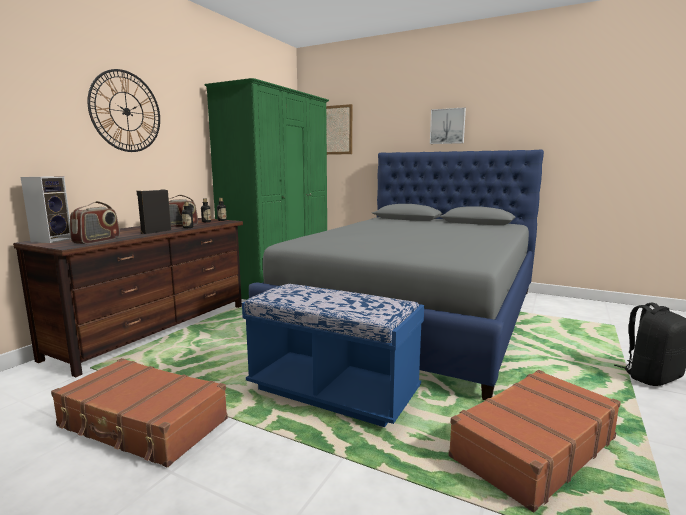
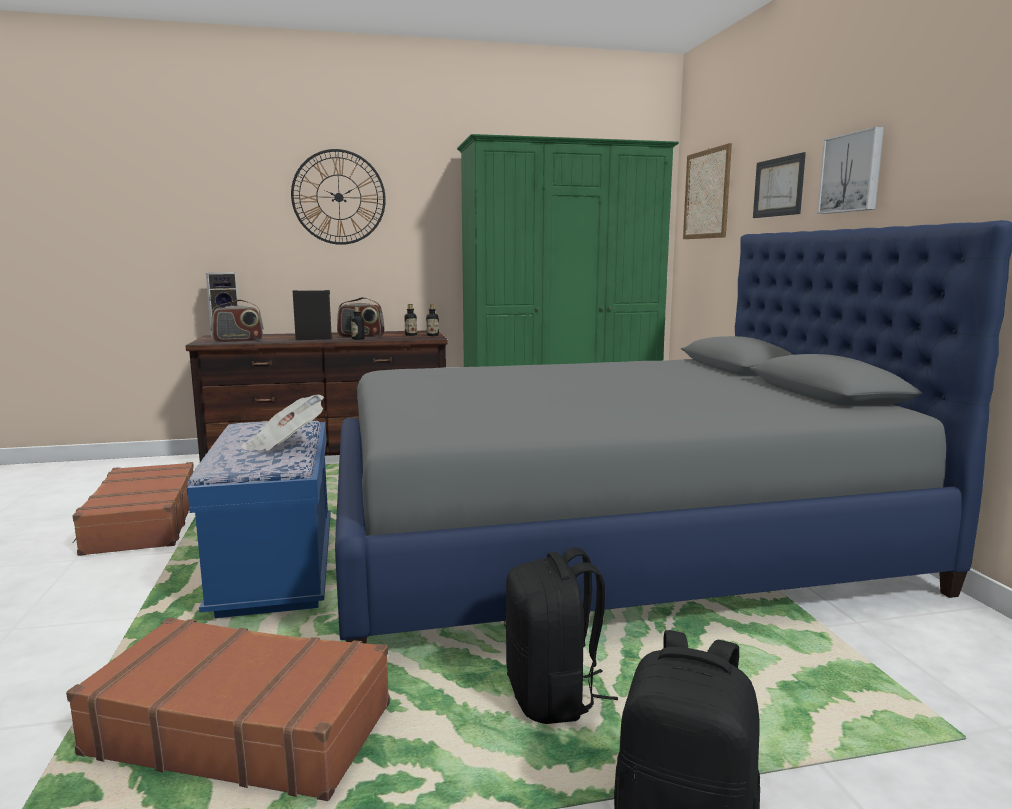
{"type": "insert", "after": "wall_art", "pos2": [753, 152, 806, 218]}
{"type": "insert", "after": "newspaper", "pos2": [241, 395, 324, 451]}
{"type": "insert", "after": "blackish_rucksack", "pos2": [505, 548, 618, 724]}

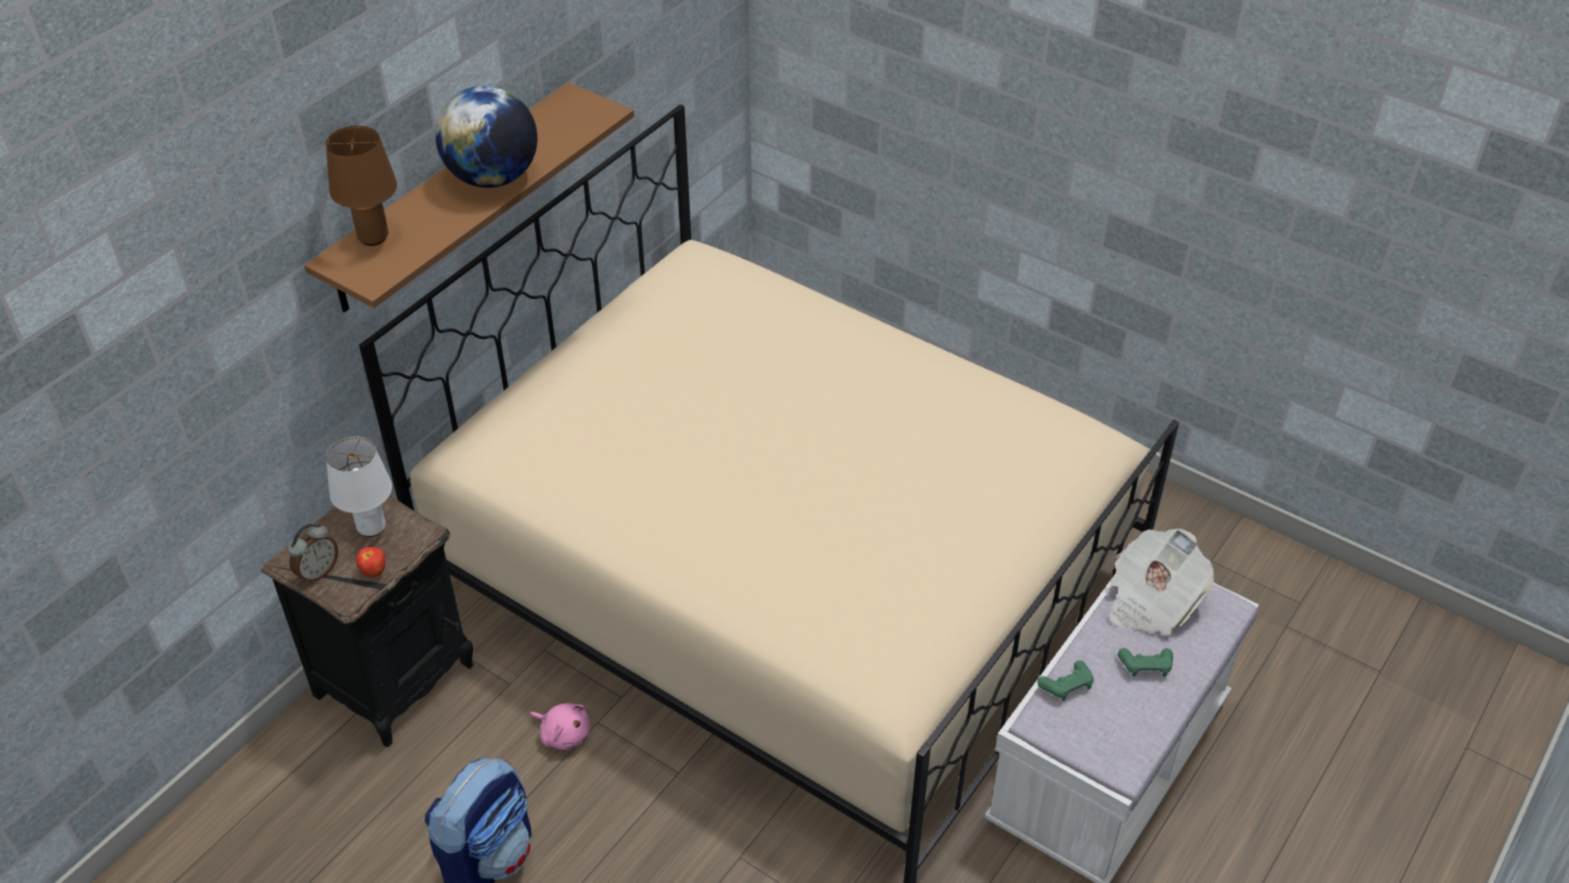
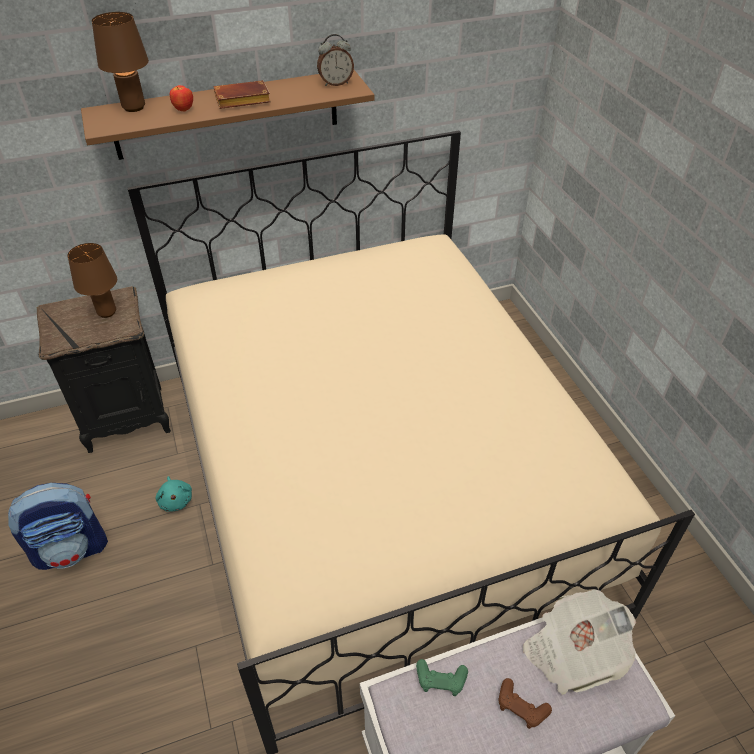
{"type": "replace", "before": "desk_globe", "after": "brown_volume", "pos1": [435, 86, 538, 188], "pos2": [214, 80, 271, 109]}
{"type": "recolor", "before": "white-coloured_lamp_for_a_table", "after": "brown_lamp_for_a_table", "pos1": [326, 436, 392, 537], "pos2": [67, 243, 117, 318]}
{"type": "move", "before": "alarm_clock", "pos1": [288, 524, 338, 584], "pos2": [317, 34, 354, 86]}
{"type": "move", "before": "whole_apple", "pos1": [356, 547, 386, 577], "pos2": [170, 85, 193, 111]}
{"type": "recolor", "before": "green_game_controller", "after": "brown_game_controller", "pos1": [1118, 648, 1173, 677], "pos2": [499, 678, 552, 729]}
{"type": "recolor", "before": "pinkish_cuddly_toy", "after": "blue-green_cuddly_toy", "pos1": [530, 703, 590, 750], "pos2": [156, 476, 192, 512]}

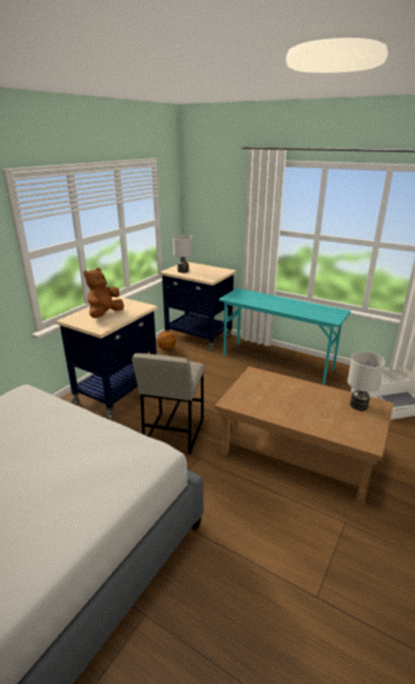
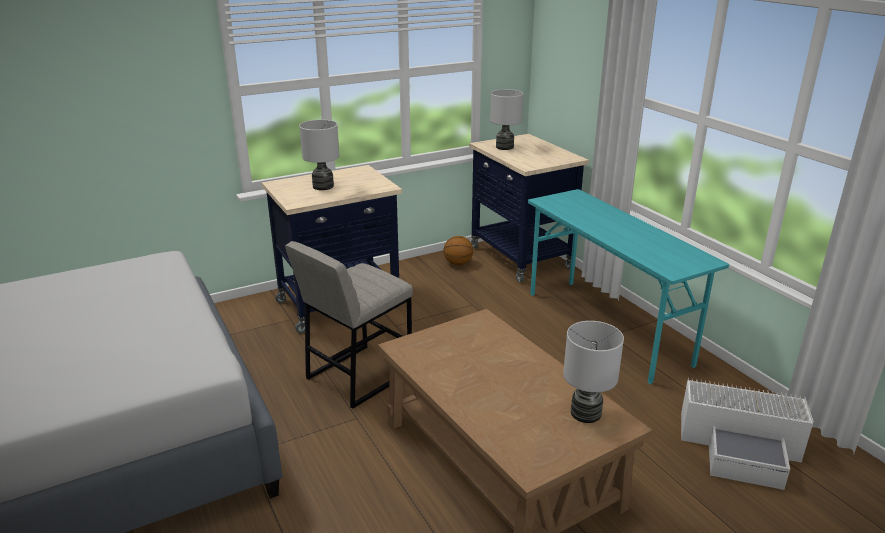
{"type": "replace", "before": "brown_cuddly_toy", "after": "greyish_lamp_for_a_table", "pos1": [83, 268, 124, 318], "pos2": [299, 120, 340, 190]}

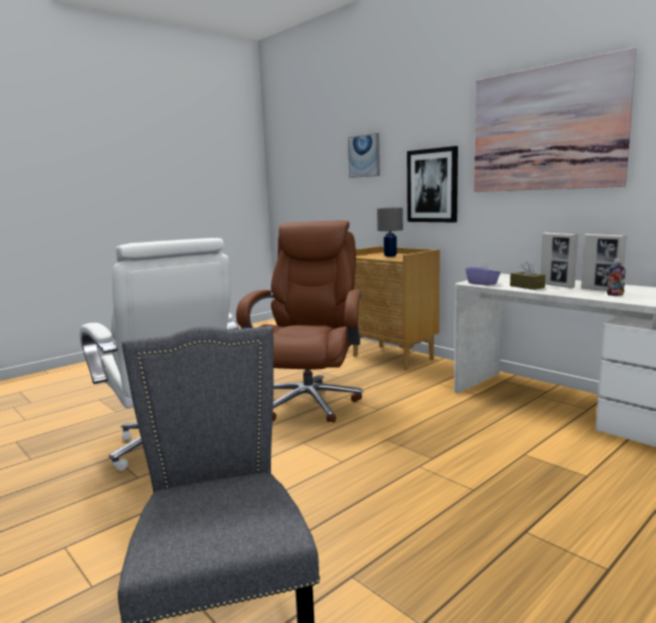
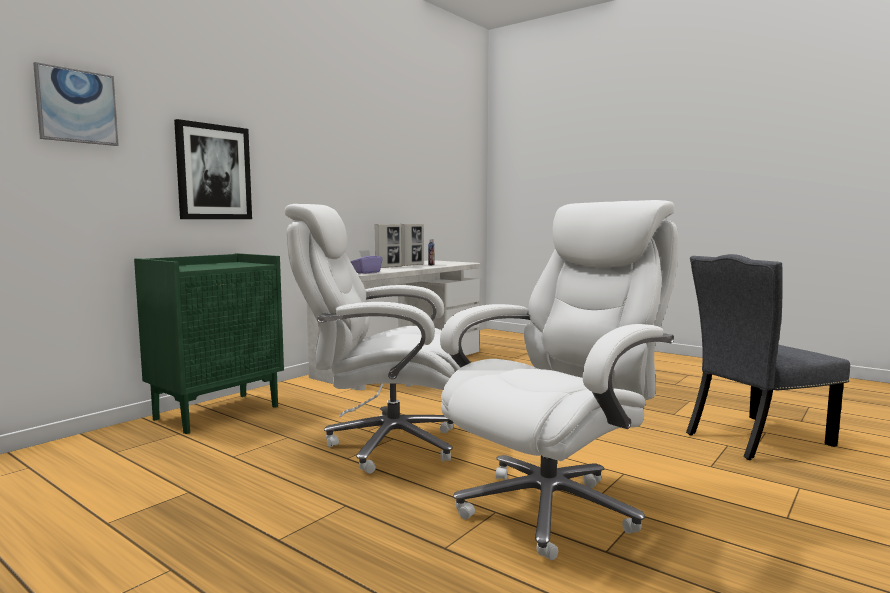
{"type": "delete", "before": "wall_art", "pos1": [474, 47, 637, 192]}
{"type": "delete", "before": "greyish_lamp_for_a_table", "pos1": [377, 207, 403, 256]}
{"type": "recolor", "before": "brown_computer_chair", "after": "white-coloured_computer_chair", "pos1": [236, 220, 363, 423], "pos2": [285, 204, 461, 474]}
{"type": "recolor", "before": "brown_storage_cabinet", "after": "green_storage_cabinet", "pos1": [353, 246, 440, 370], "pos2": [134, 253, 284, 434]}
{"type": "delete", "before": "brown_tissue_holder", "pos1": [510, 261, 545, 290]}

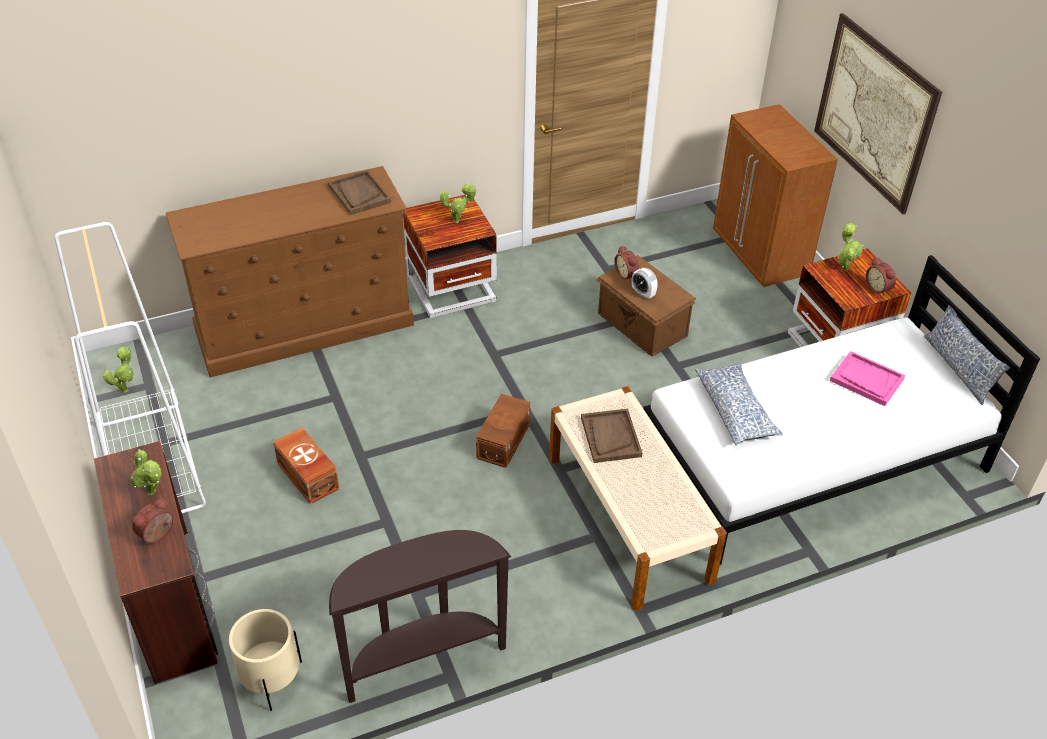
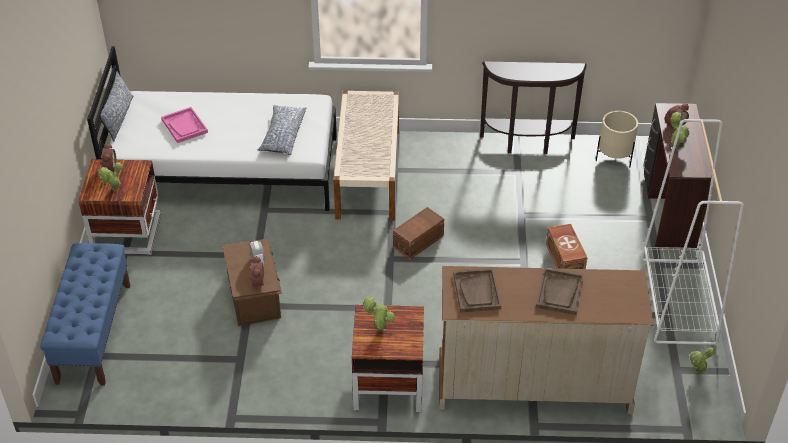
{"type": "delete", "before": "wall_art", "pos1": [814, 13, 942, 214]}
{"type": "replace", "before": "brown_storage_cabinet", "after": "blue-coloured_bench", "pos1": [713, 104, 838, 287], "pos2": [40, 243, 130, 386]}
{"type": "move", "before": "brown_tray", "pos1": [581, 409, 642, 463], "pos2": [536, 268, 584, 315]}

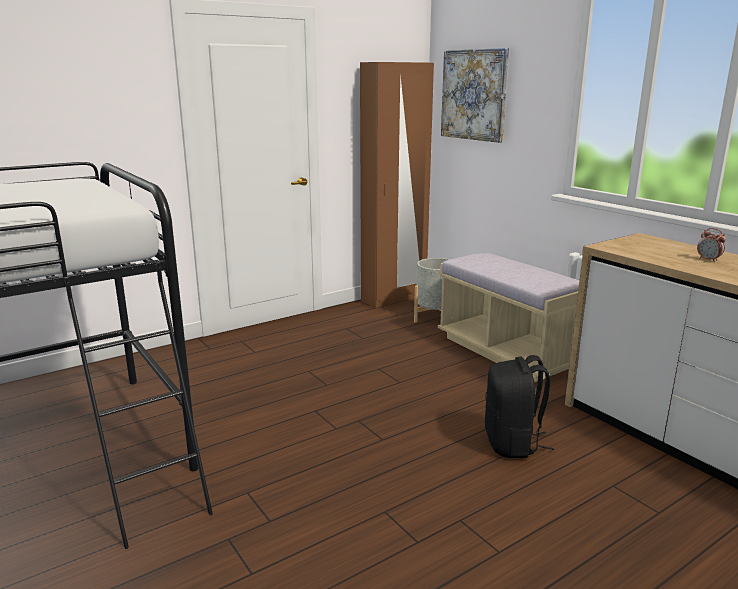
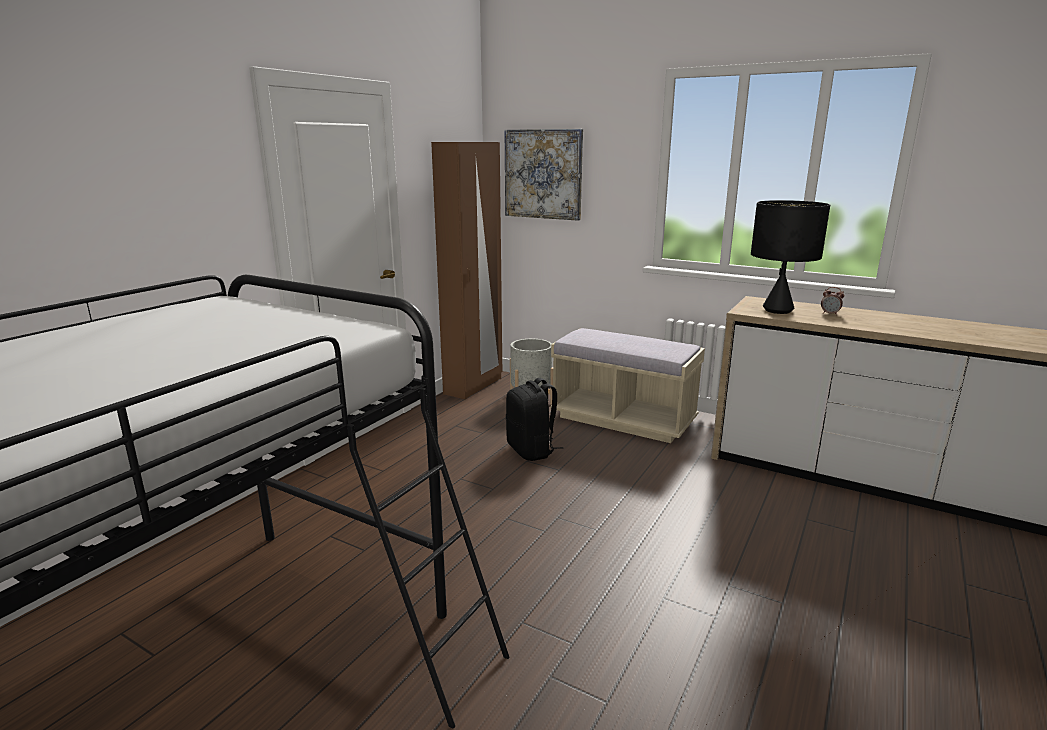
{"type": "move", "before": "blackish_rucksack", "pos1": [485, 355, 554, 458], "pos2": [506, 378, 563, 461]}
{"type": "insert", "after": "blackish_lamp_for_a_table", "pos2": [751, 200, 830, 314]}

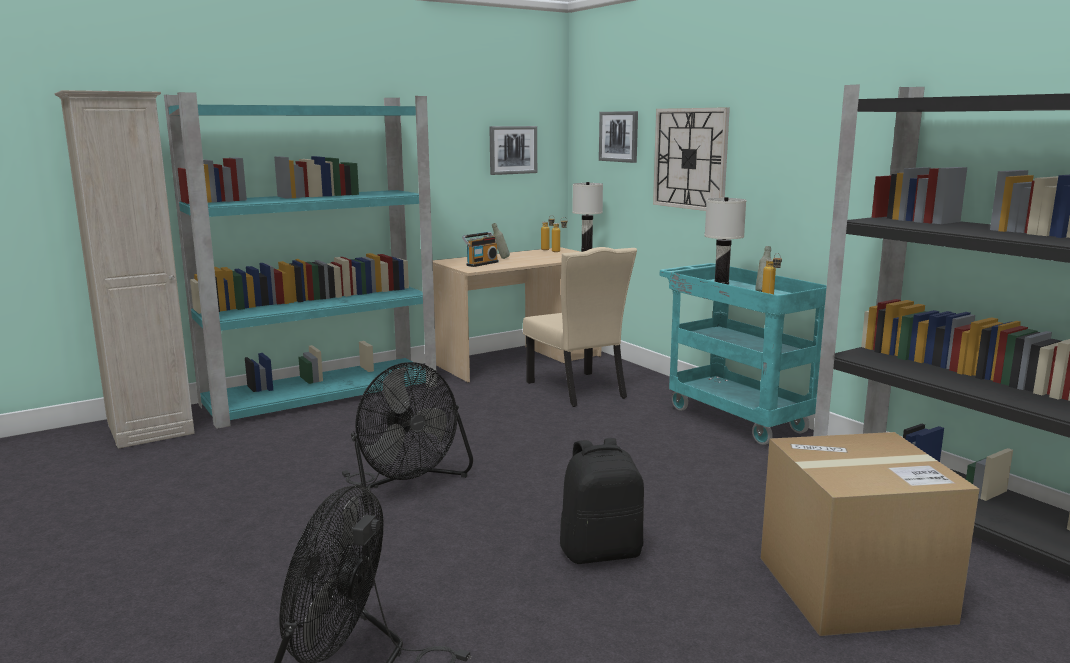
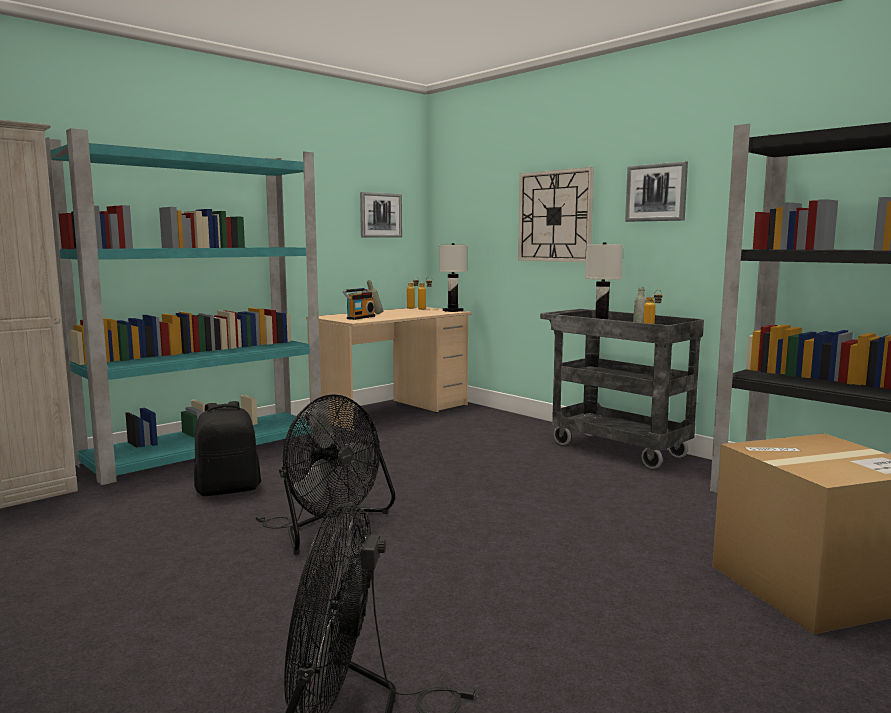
{"type": "move", "before": "wall_art", "pos1": [599, 111, 638, 163], "pos2": [625, 161, 688, 222]}
{"type": "delete", "before": "beige-coloured_plain_chair", "pos1": [523, 247, 637, 407]}
{"type": "recolor", "before": "blue-green_trolley", "after": "blackish_trolley", "pos1": [660, 263, 827, 445], "pos2": [540, 309, 704, 469]}
{"type": "move", "before": "blackish_rucksack", "pos1": [560, 438, 644, 564], "pos2": [194, 401, 261, 496]}

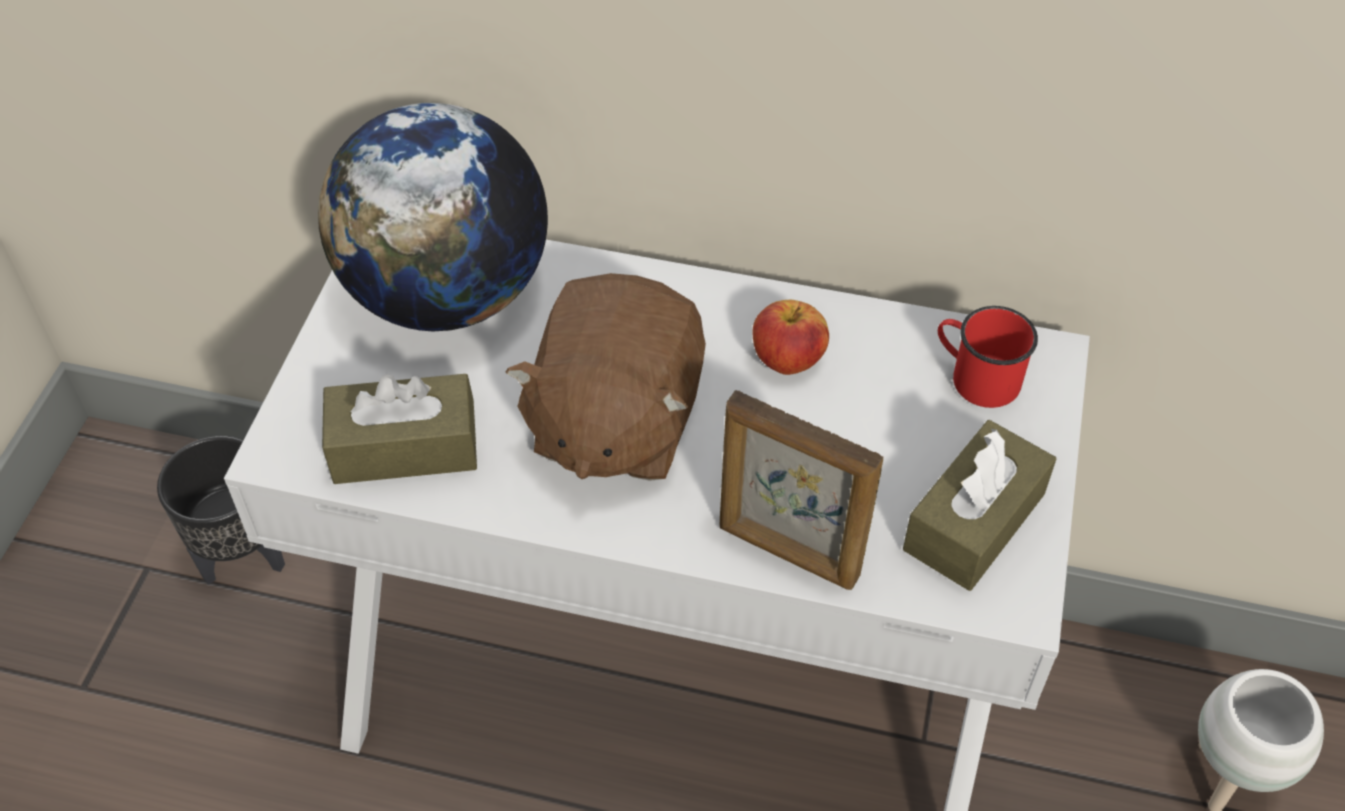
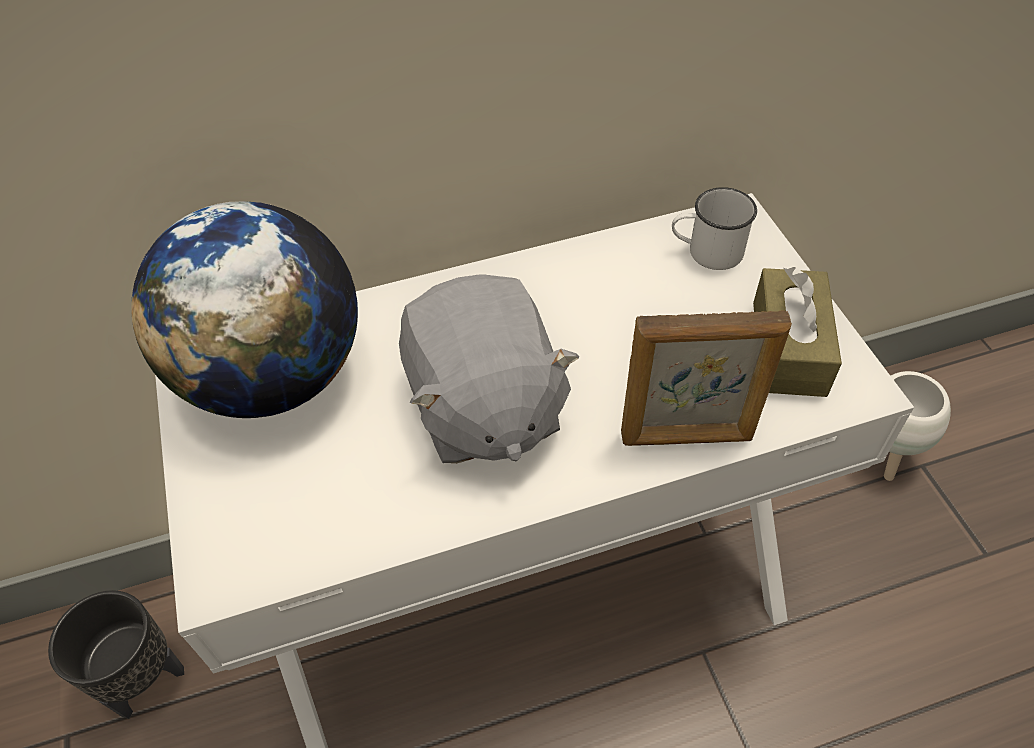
{"type": "recolor", "before": "brown_cuddly_toy", "after": "greyish_cuddly_toy", "pos1": [505, 273, 706, 481], "pos2": [399, 274, 579, 463]}
{"type": "delete", "before": "whole_apple", "pos1": [752, 300, 829, 375]}
{"type": "recolor", "before": "red-coloured_coffee_mug", "after": "white-coloured_coffee_mug", "pos1": [938, 306, 1038, 408], "pos2": [672, 187, 757, 270]}
{"type": "delete", "before": "brown_tissue_holder", "pos1": [322, 374, 477, 484]}

